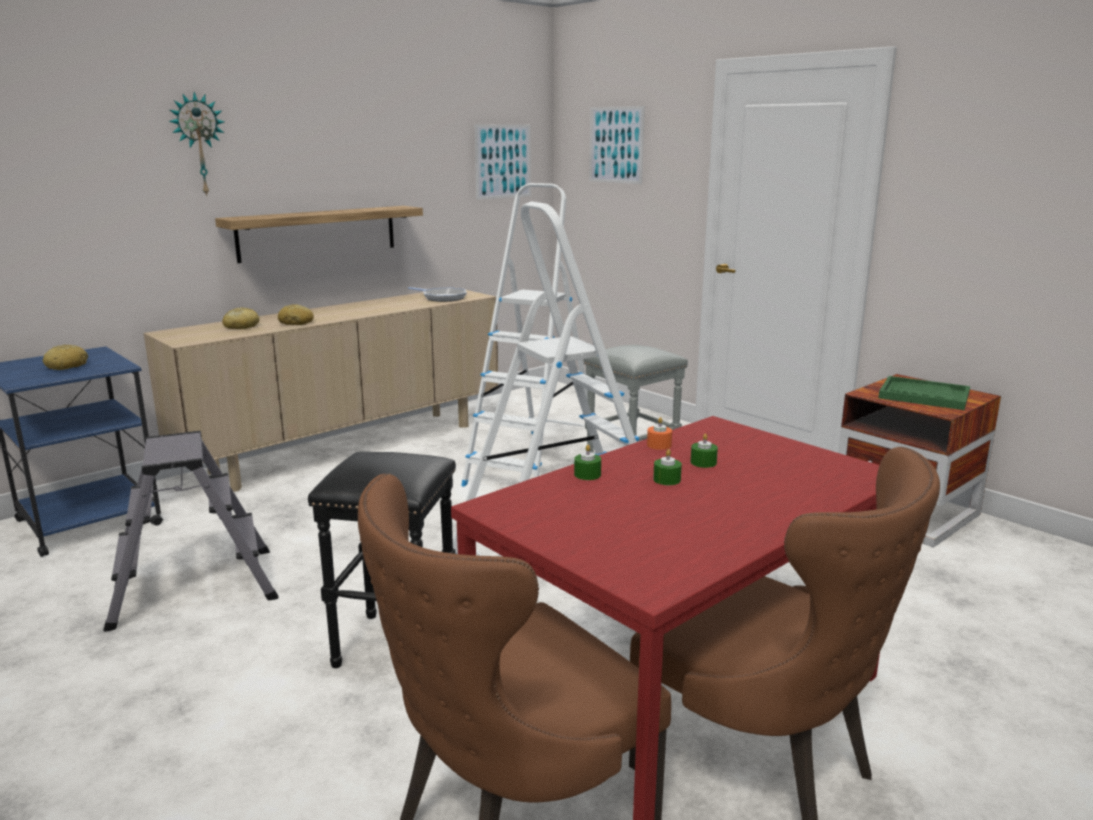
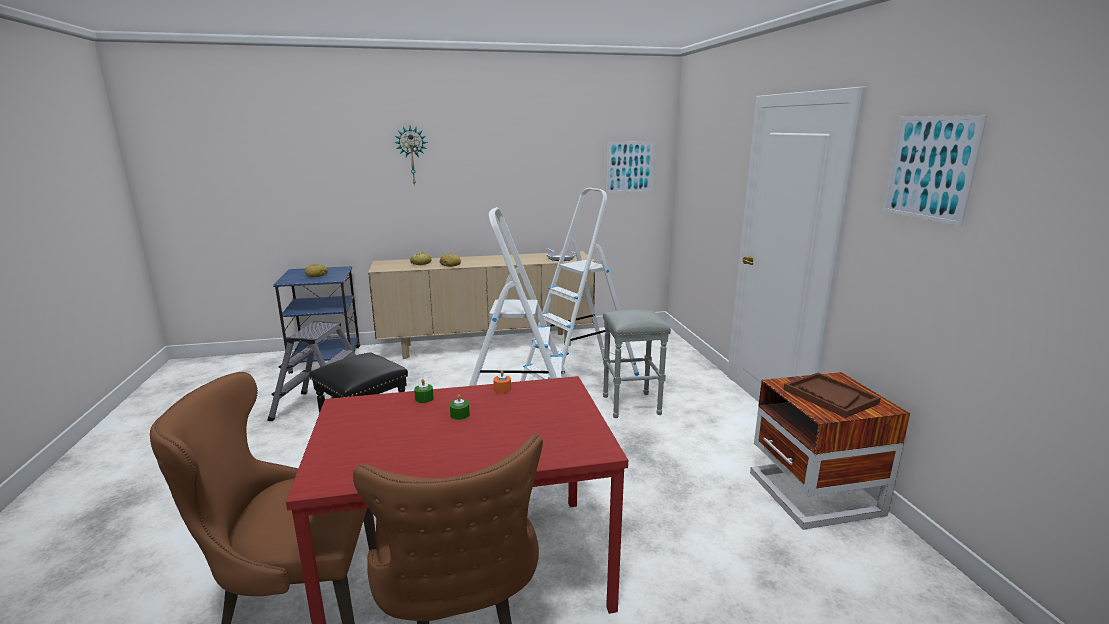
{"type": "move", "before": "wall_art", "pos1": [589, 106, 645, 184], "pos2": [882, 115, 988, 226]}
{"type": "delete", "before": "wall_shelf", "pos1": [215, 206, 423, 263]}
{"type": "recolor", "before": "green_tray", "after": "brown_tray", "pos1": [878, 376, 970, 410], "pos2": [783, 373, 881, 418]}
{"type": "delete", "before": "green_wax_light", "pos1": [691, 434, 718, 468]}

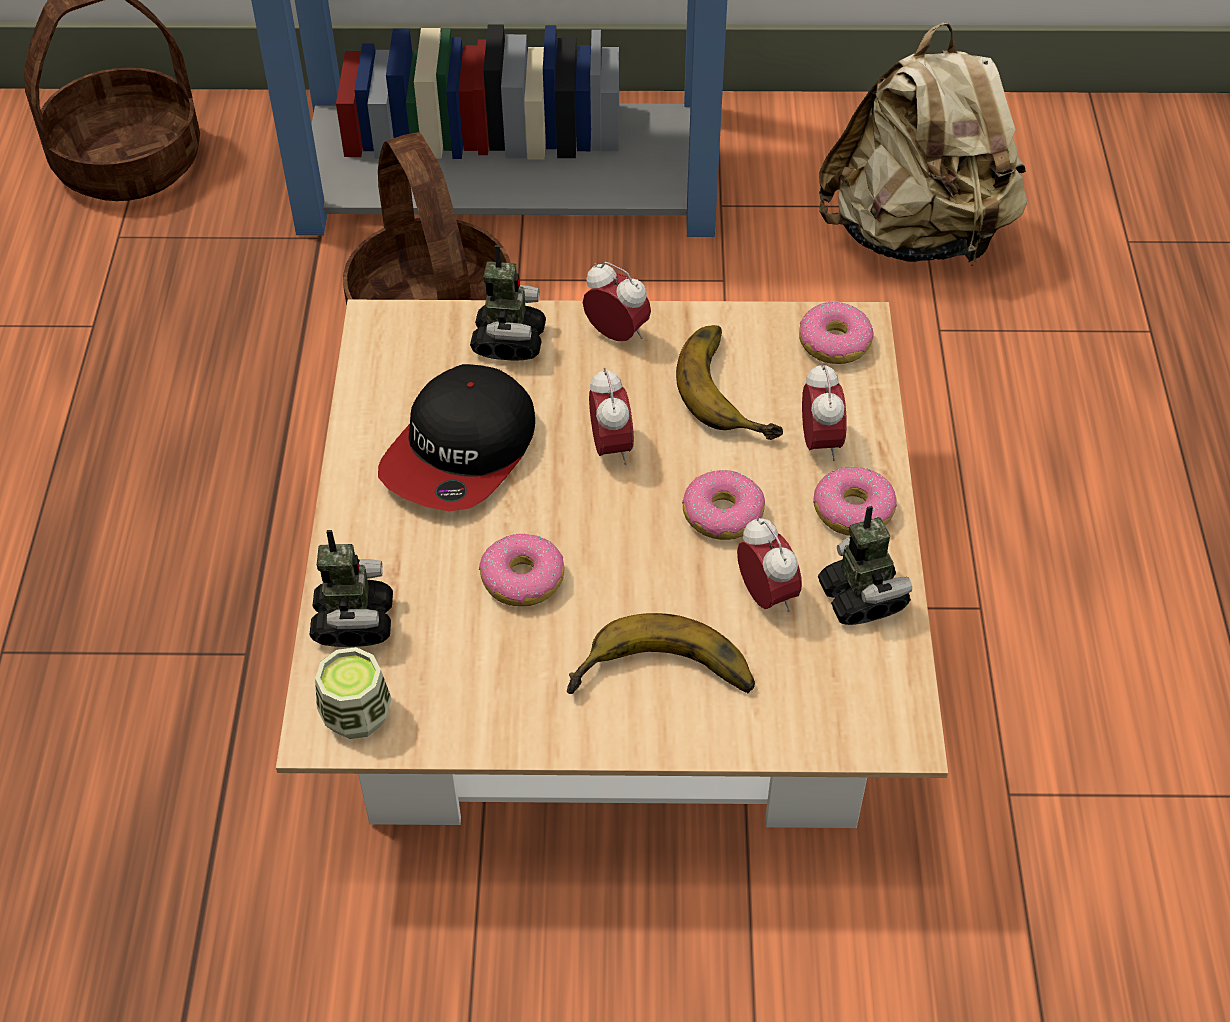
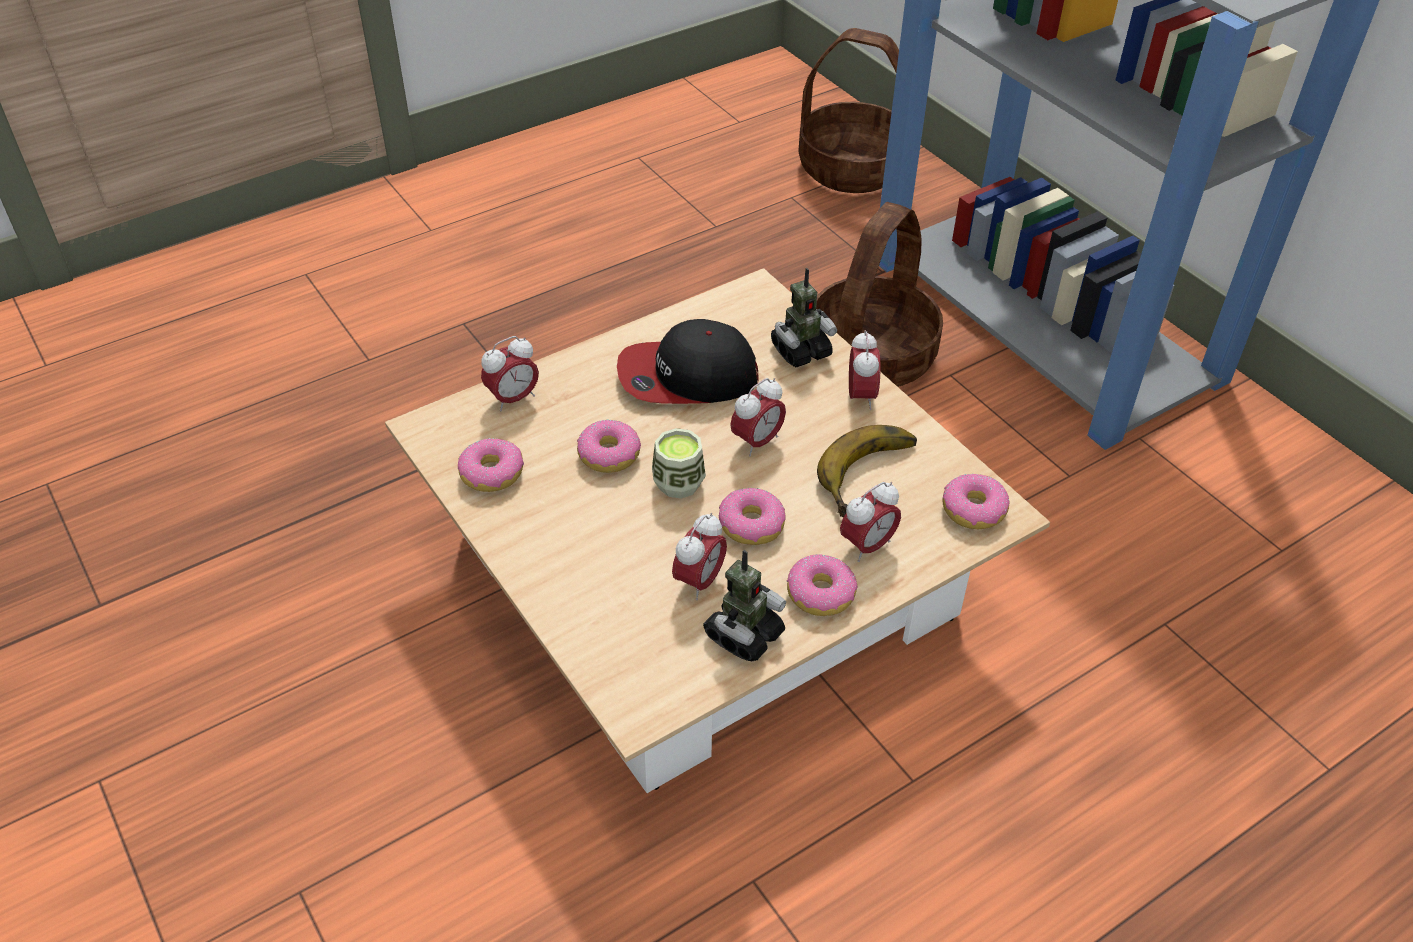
{"type": "delete", "before": "beige-coloured_rucksack", "pos1": [819, 22, 1027, 266]}
{"type": "replace", "before": "robot_figure", "after": "alarm_clock", "pos1": [309, 530, 393, 647], "pos2": [481, 336, 539, 411]}
{"type": "delete", "before": "banana", "pos1": [567, 613, 755, 694]}
{"type": "move", "before": "drinking_cup", "pos1": [315, 647, 392, 739], "pos2": [652, 428, 706, 499]}
{"type": "insert", "after": "ring_doughnut", "pos2": [458, 438, 524, 492]}

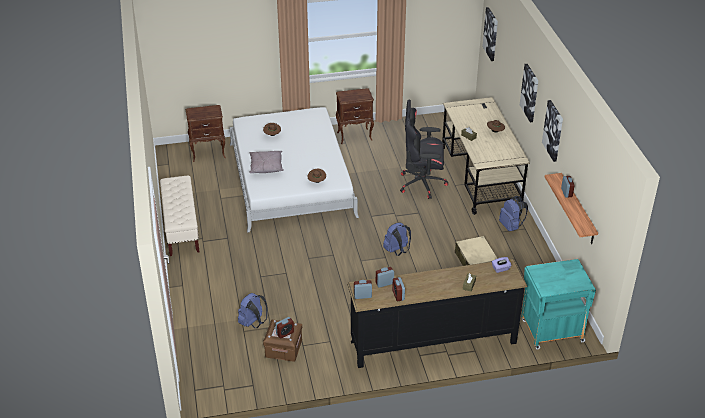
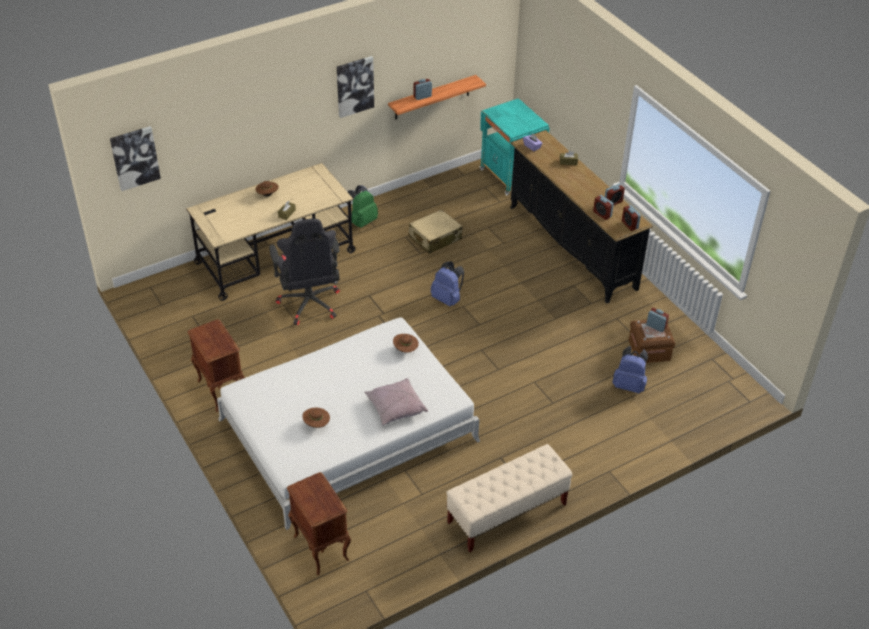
{"type": "delete", "before": "wall_art", "pos1": [520, 64, 538, 122]}
{"type": "recolor", "before": "blue-coloured_rucksack", "after": "green_rucksack", "pos1": [499, 196, 528, 231], "pos2": [347, 185, 378, 228]}

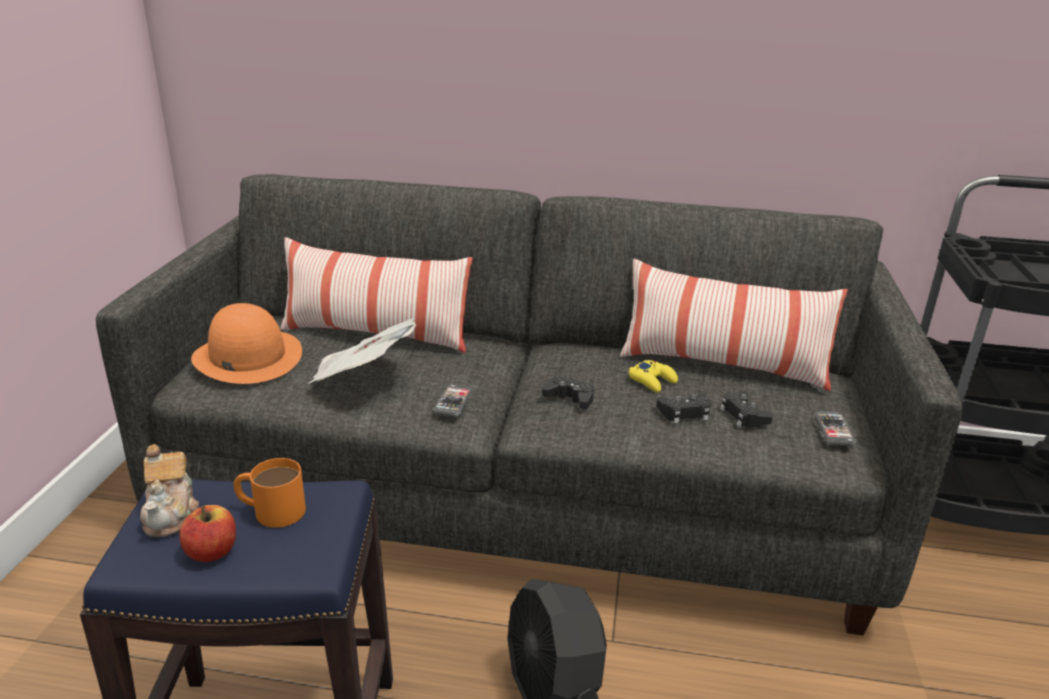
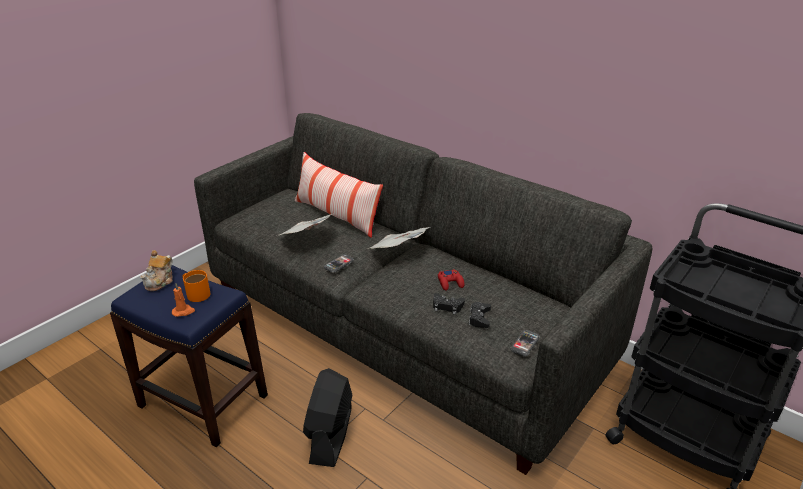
{"type": "delete", "before": "cushion", "pos1": [620, 259, 848, 391]}
{"type": "delete", "before": "orange_hat", "pos1": [191, 303, 302, 384]}
{"type": "recolor", "before": "yellow_game_controller", "after": "red-coloured_game_controller", "pos1": [628, 360, 678, 393], "pos2": [438, 269, 464, 291]}
{"type": "delete", "before": "blackish_game_controller", "pos1": [542, 375, 594, 409]}
{"type": "delete", "before": "whole_apple", "pos1": [179, 505, 236, 562]}
{"type": "insert", "after": "newspaper", "pos2": [367, 227, 430, 249]}
{"type": "insert", "after": "orange_wax_light", "pos2": [172, 284, 195, 317]}

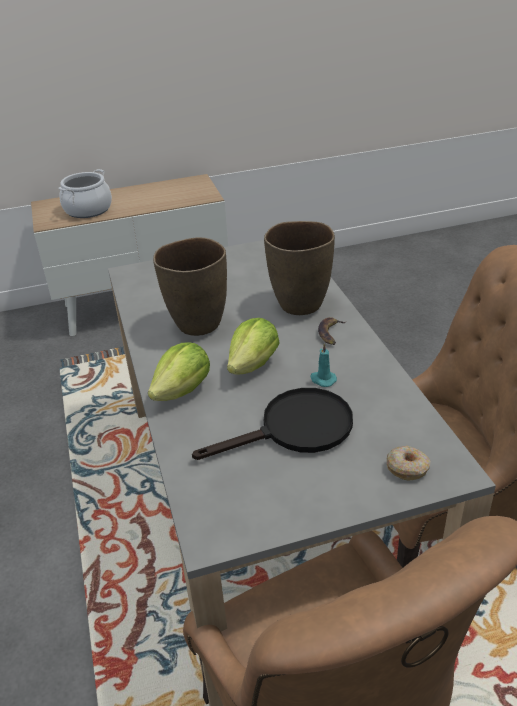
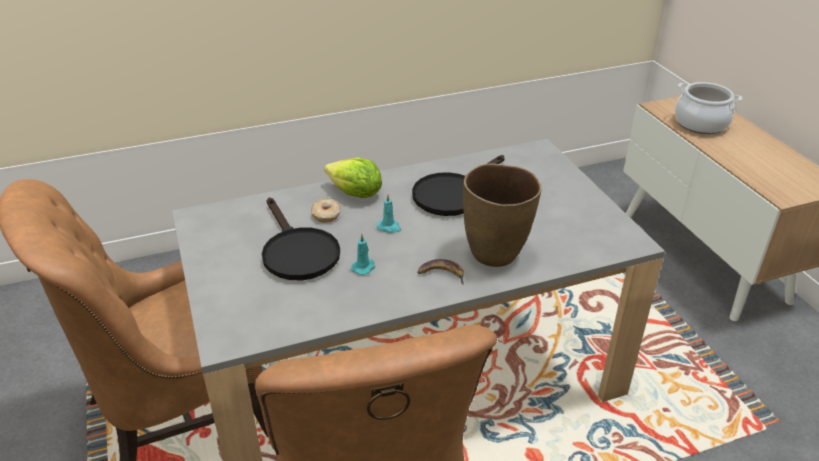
{"type": "replace", "before": "brown_vase", "after": "blackish_frying_pan", "pos1": [153, 237, 227, 336], "pos2": [412, 155, 505, 216]}
{"type": "replace", "before": "lettuce", "after": "blue-green_wax_light", "pos1": [227, 318, 280, 375], "pos2": [377, 194, 401, 233]}
{"type": "move", "before": "ring_doughnut", "pos1": [387, 446, 431, 480], "pos2": [311, 198, 341, 223]}

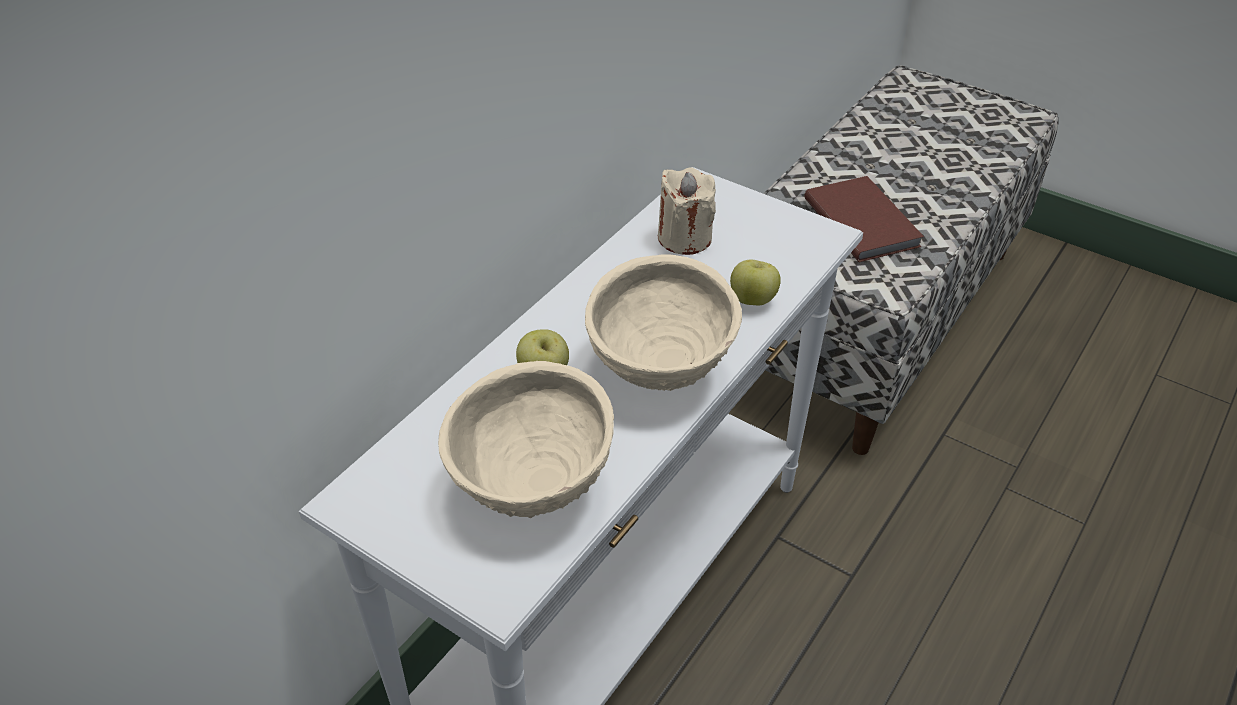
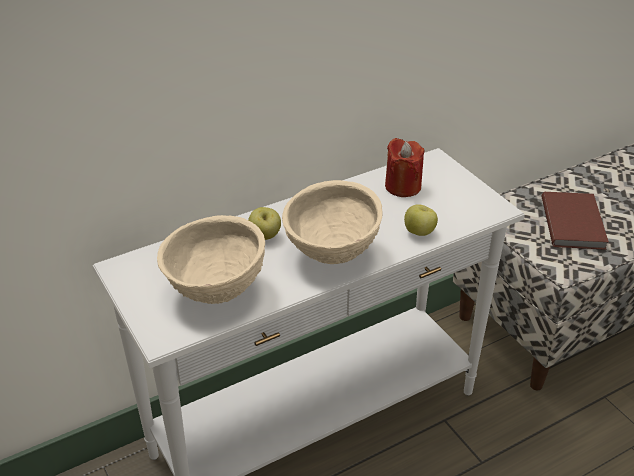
{"type": "recolor", "before": "beige-coloured_wax_light", "after": "red-coloured_wax_light", "pos1": [658, 167, 716, 255], "pos2": [385, 138, 424, 197]}

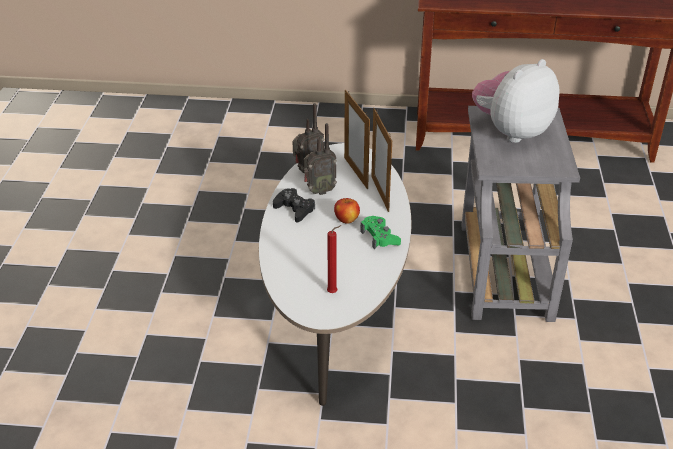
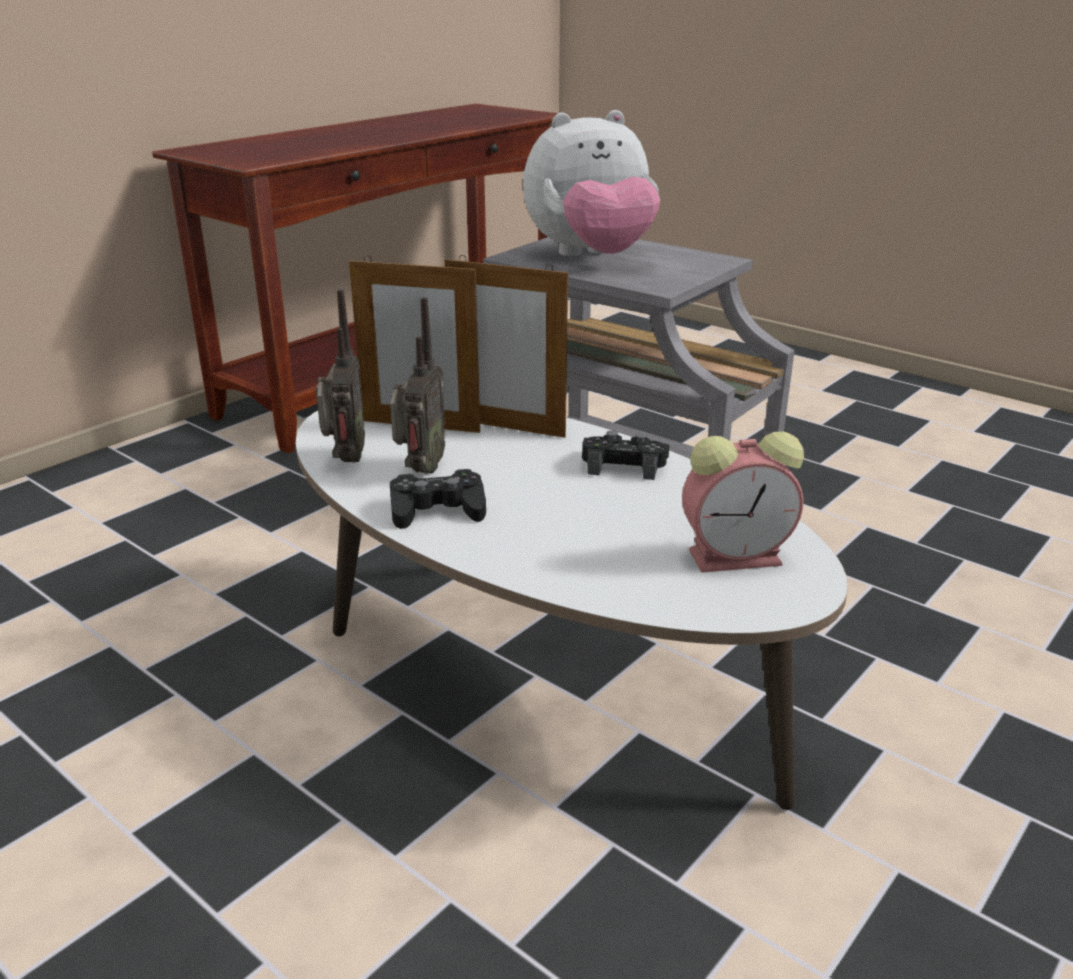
{"type": "rotate", "before": "cuddly_toy", "pos1": [472, 59, 560, 143], "pos2": [523, 110, 660, 256], "turn": -105}
{"type": "delete", "before": "whole_apple", "pos1": [334, 198, 360, 224]}
{"type": "recolor", "before": "green_game_controller", "after": "blackish_game_controller", "pos1": [360, 216, 401, 250], "pos2": [582, 430, 669, 480]}
{"type": "replace", "before": "red-coloured_wax_light", "after": "alarm_clock", "pos1": [327, 225, 341, 293], "pos2": [682, 432, 804, 573]}

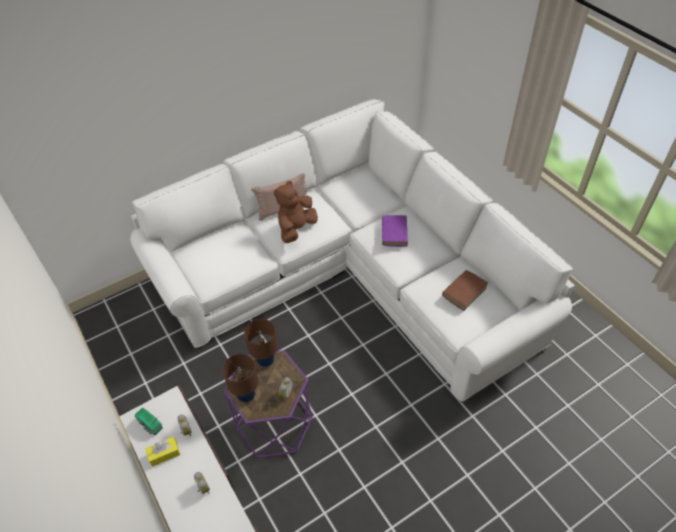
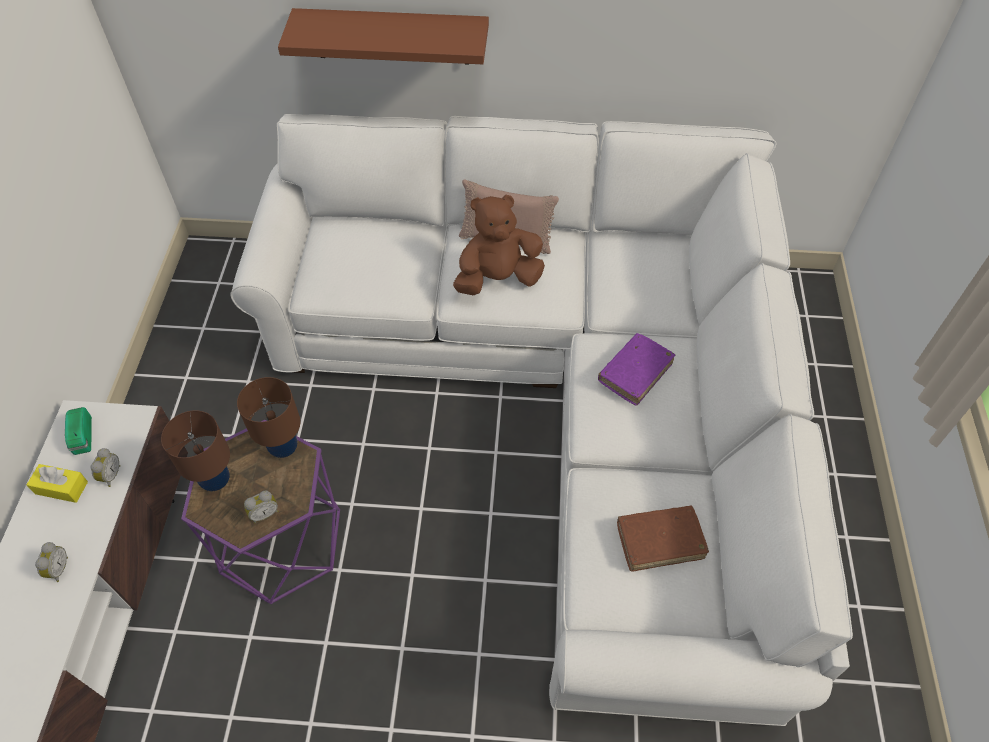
{"type": "insert", "after": "brown_wall_shelf", "pos2": [278, 8, 489, 65]}

